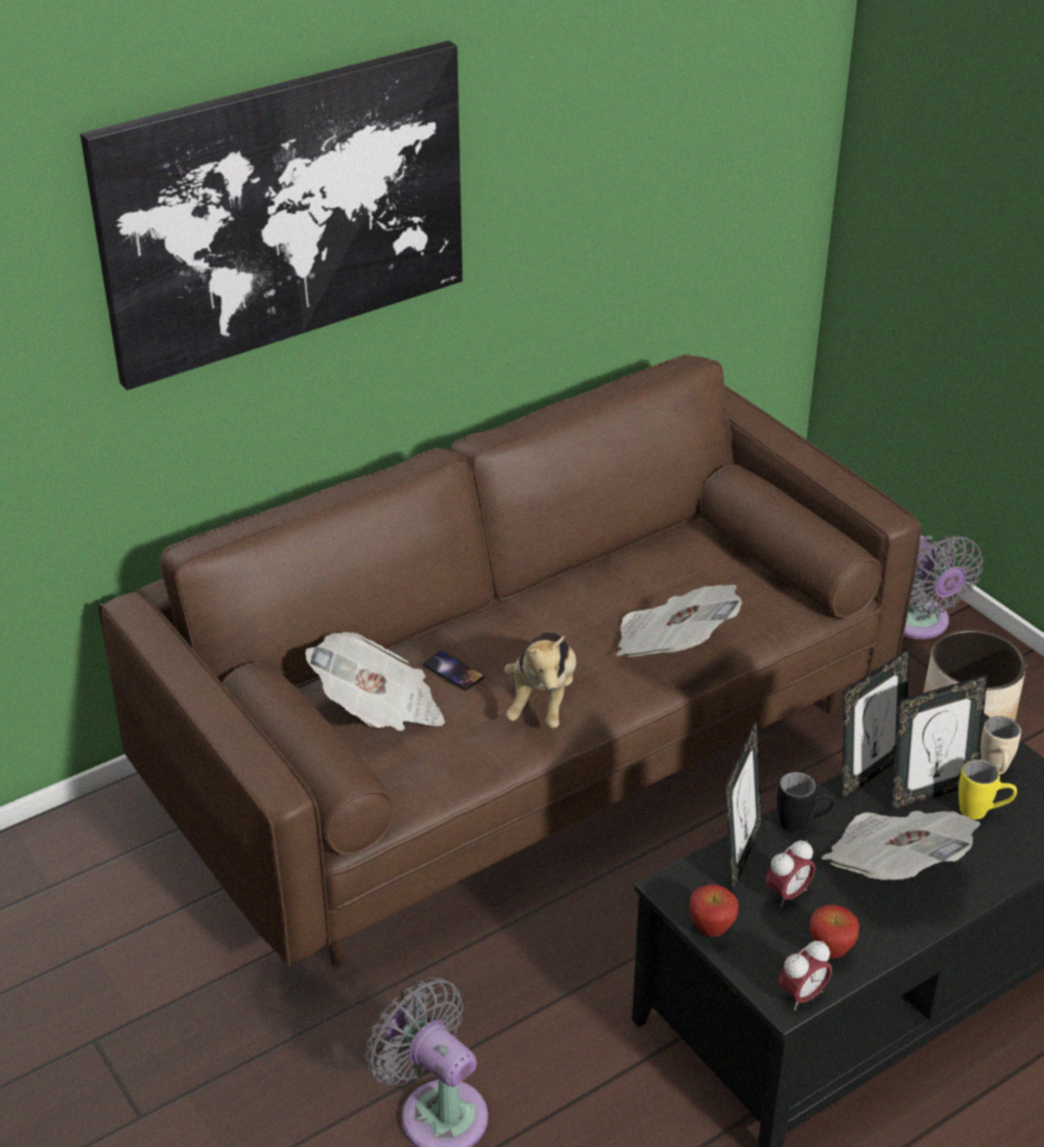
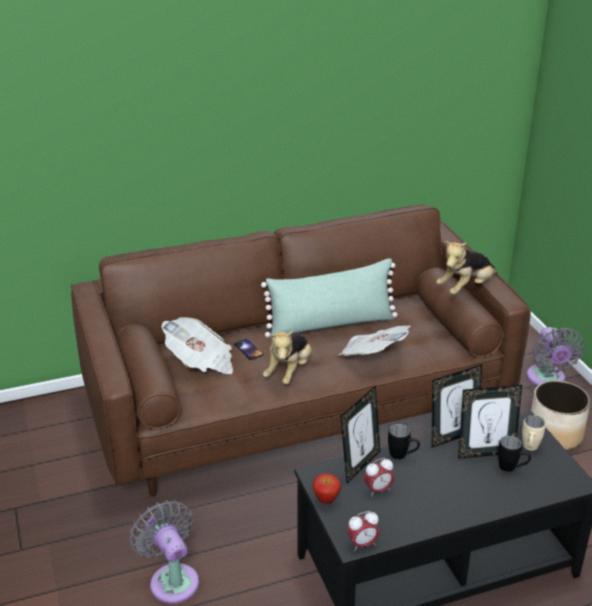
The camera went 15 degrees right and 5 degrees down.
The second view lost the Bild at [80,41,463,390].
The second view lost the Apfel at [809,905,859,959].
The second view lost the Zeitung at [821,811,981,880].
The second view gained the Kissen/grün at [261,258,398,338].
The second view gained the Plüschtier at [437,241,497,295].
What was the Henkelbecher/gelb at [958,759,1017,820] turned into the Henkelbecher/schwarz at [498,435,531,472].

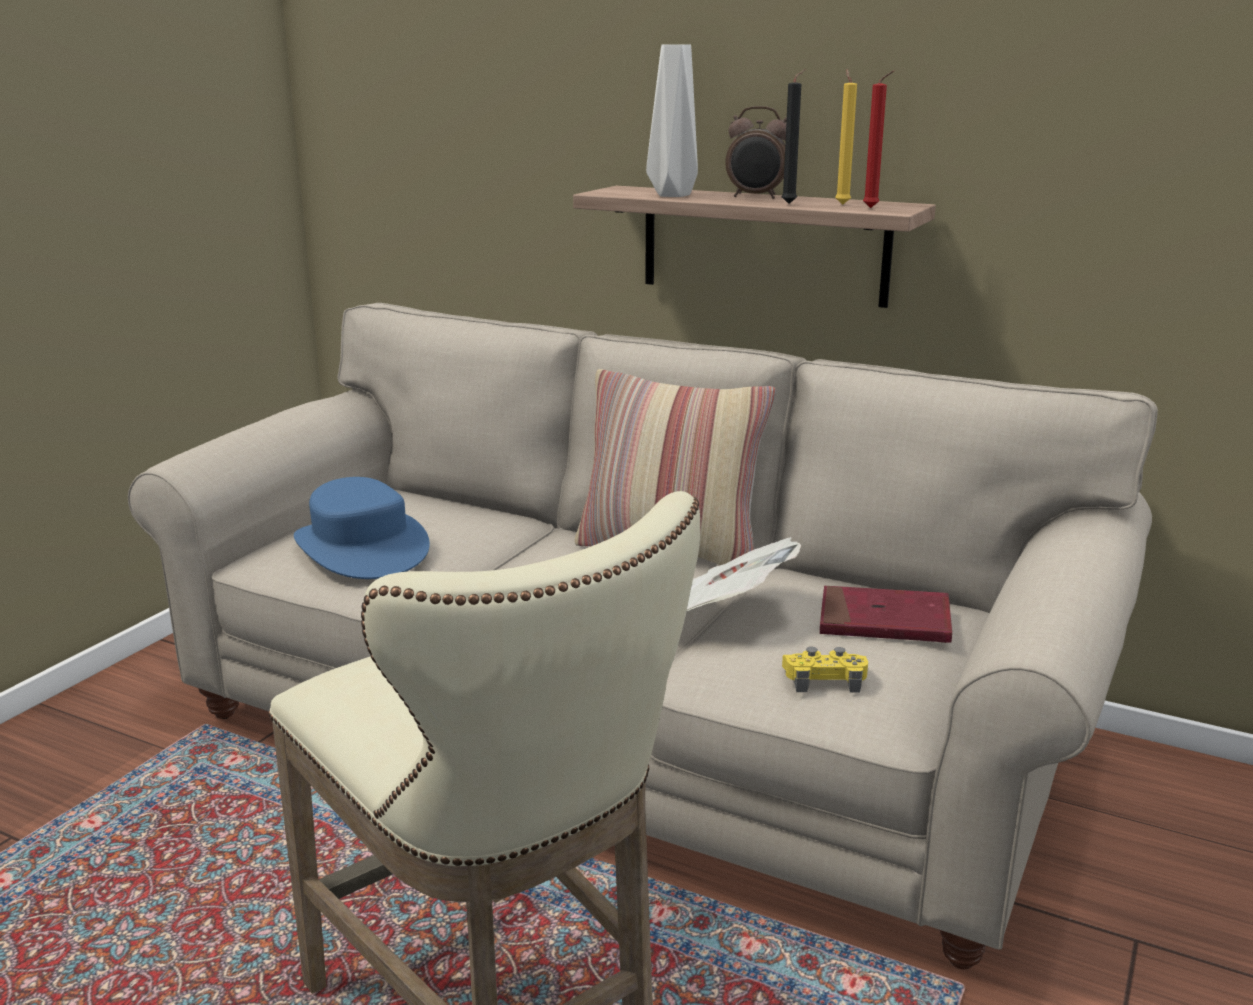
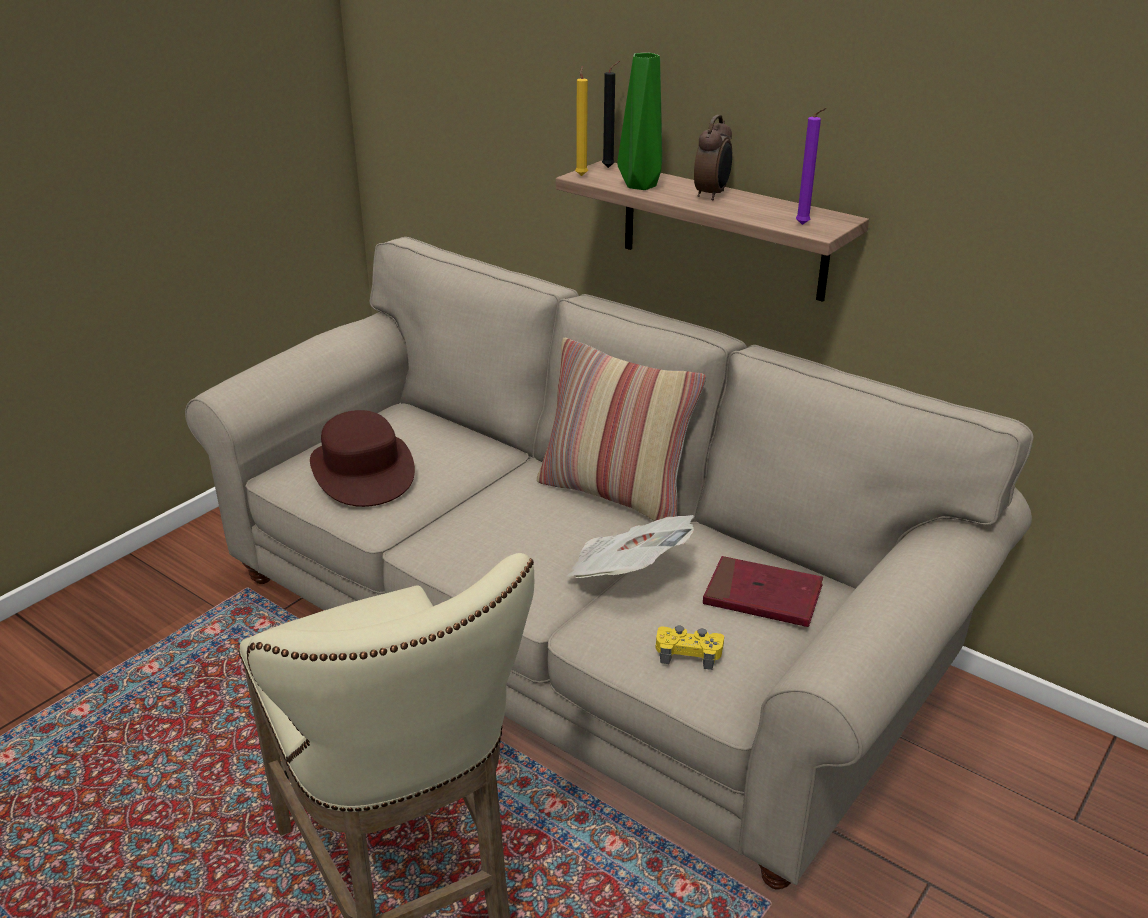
The camera went 10 degrees right and 10 degrees up.
The Kerze/schwarz ended up elsewhere, having gone from [782,69,805,204] to [602,61,620,168].
The Kerze/gelb ended up elsewhere, having gone from [835,70,857,205] to [575,66,588,176].
What was the Hut/blau at [294,477,430,579] turned into the Hut/braun at [310,410,415,507].
What was the Vase/grau at [646,45,698,197] turned into the Vase/grün at [617,53,662,190].
What was the Kerze/rot at [863,70,894,208] turned into the Kerze/lila at [796,108,827,225].
The Wecker at [725,106,787,199] ended up facing another way, 90 degrees counterclockwise from before.

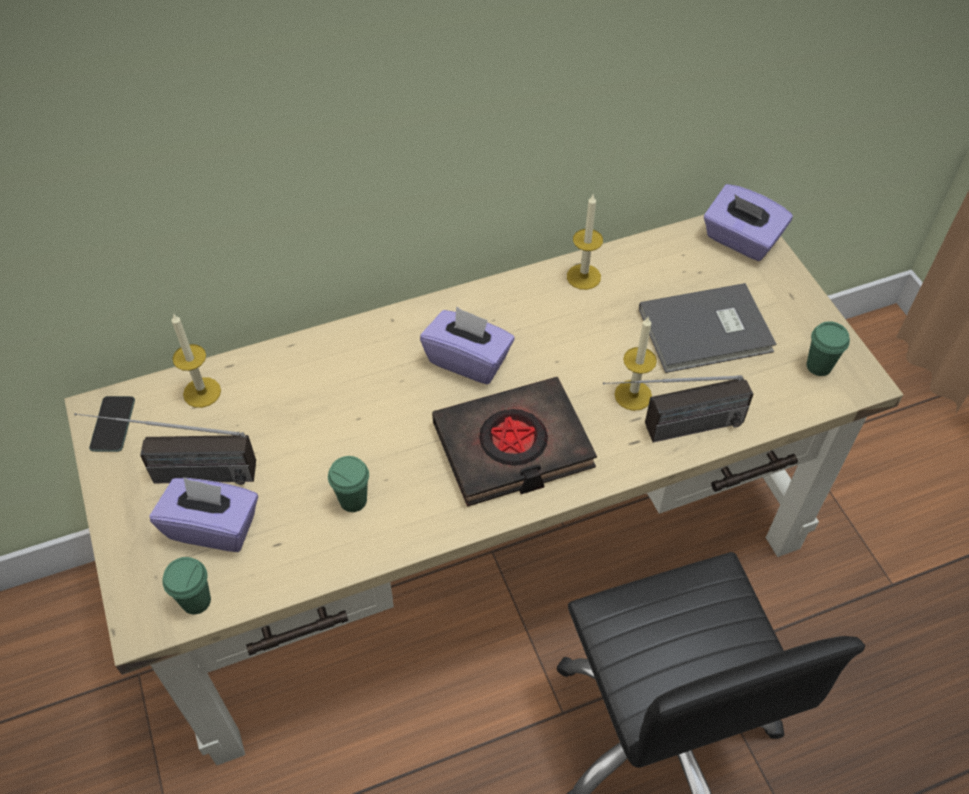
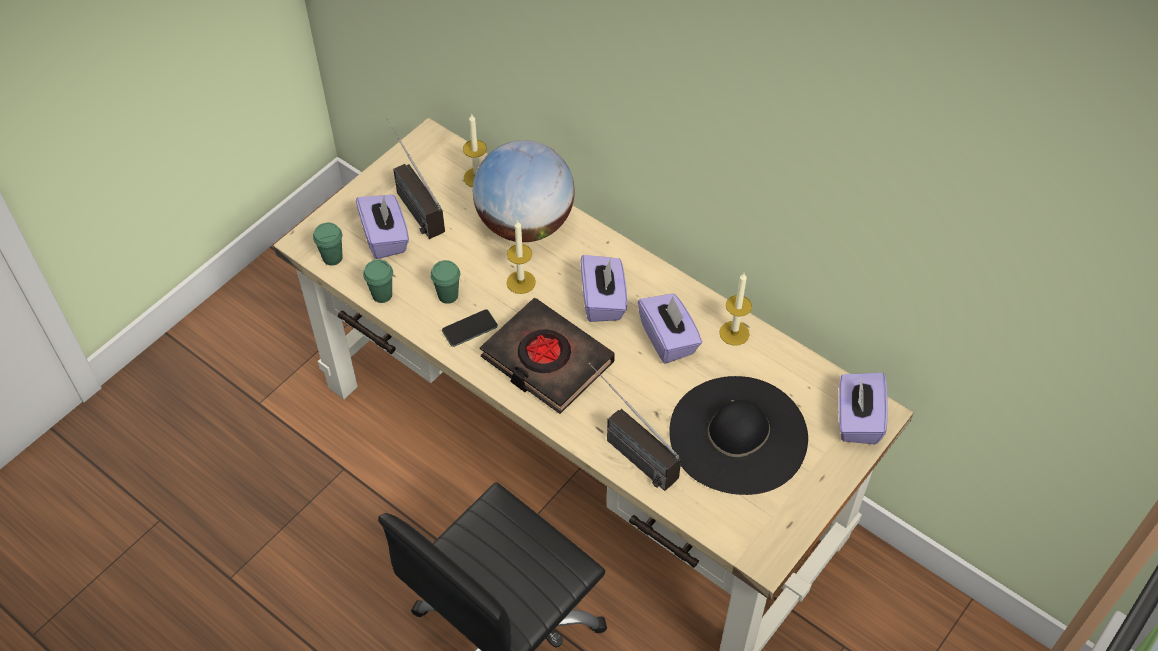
The camera went 60 degrees right and 0 degrees up.
The second view gained the Globus at [473,140,575,242].
The second view gained the Taschentuchbox/lila at [638,293,702,364].
The Handy ended up elsewhere, having gone from [89,396,135,452] to [442,309,498,347].
The Kerze ended up elsewhere, having gone from [614,316,657,411] to [506,221,536,294].
The Tasse/grün ended up elsewhere, having gone from [807,321,850,376] to [363,260,393,303].
Where the Buch/grau stood at [639,283,777,373], the Hut/schwarz came to stand at [669,376,808,495].

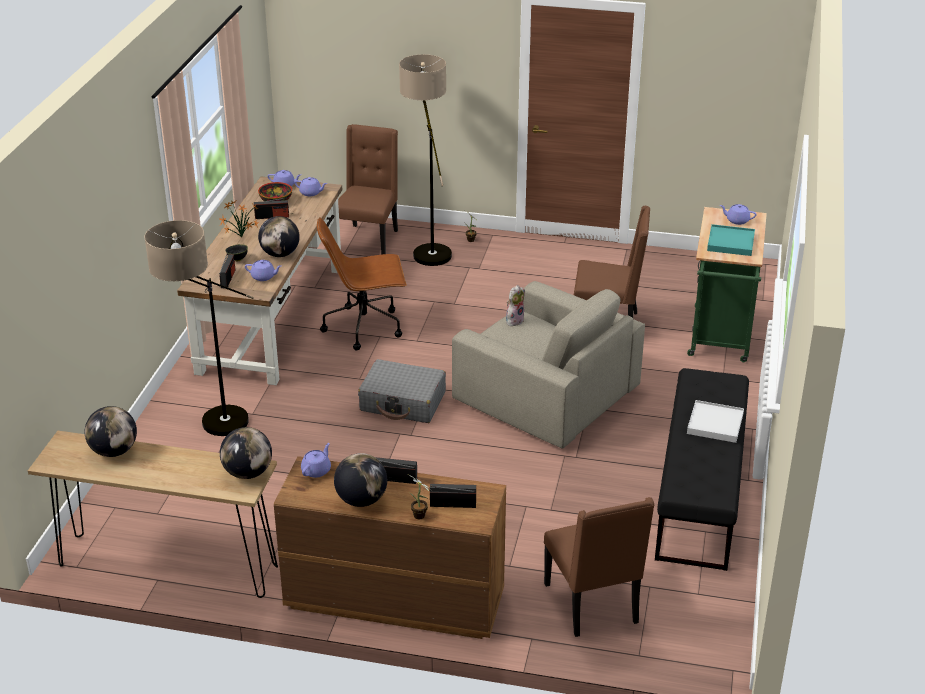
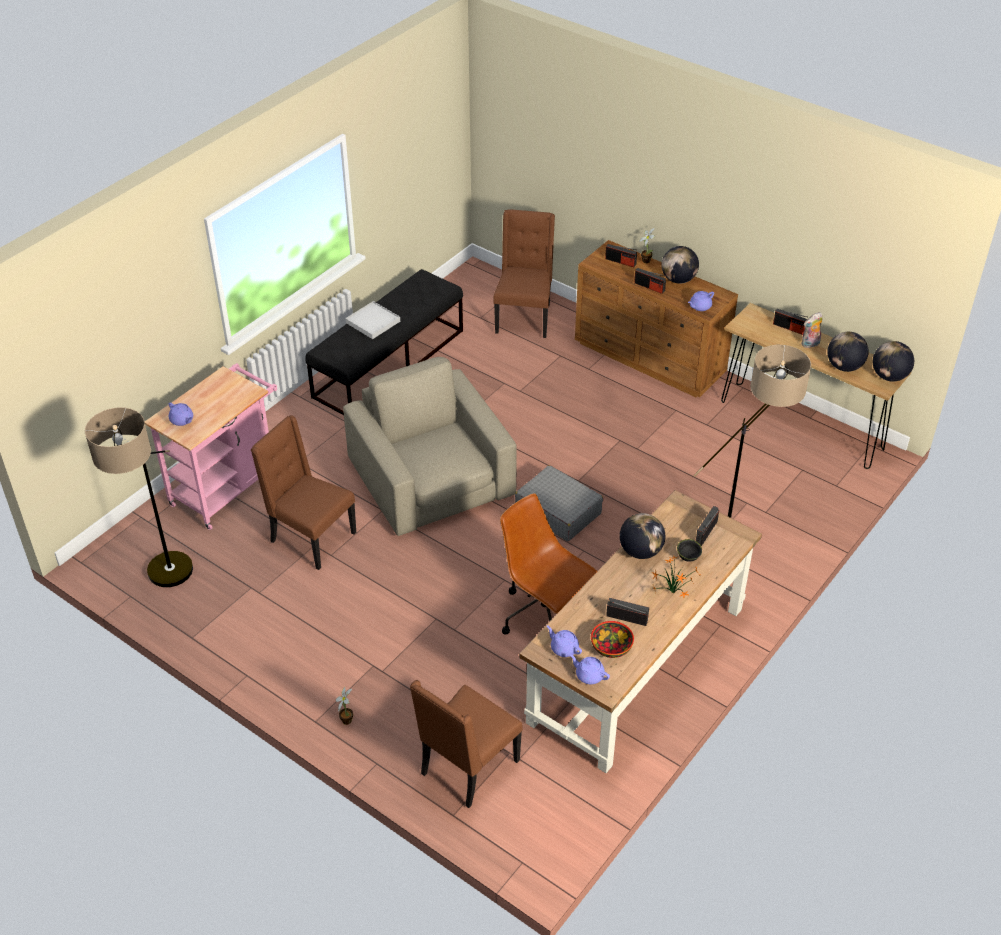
The camera went 155 degrees left and 10 degrees up.
The second view lost the Teekanne/lila at [245,260,282,281].
The second view lost the Tablett/türkis at [707,224,755,256].
The second view gained the Radio at [773,309,807,335].
The Globus ended up elsewhere, having gone from [220,427,272,479] to [873,341,914,382].
The Stehlampe ended up elsewhere, having gone from [399,54,452,266] to [85,408,193,587].
The Plüschtier ended up elsewhere, having gone from [506,285,525,326] to [802,312,823,348].
What was the Rollwagen/grün at [687,207,767,362] turned into the Rollwagen/rosa at [145,363,277,530].
The Bürostuhl/braun at [317,217,407,350] ended up facing another way, 150 degrees counterclockwise from before.

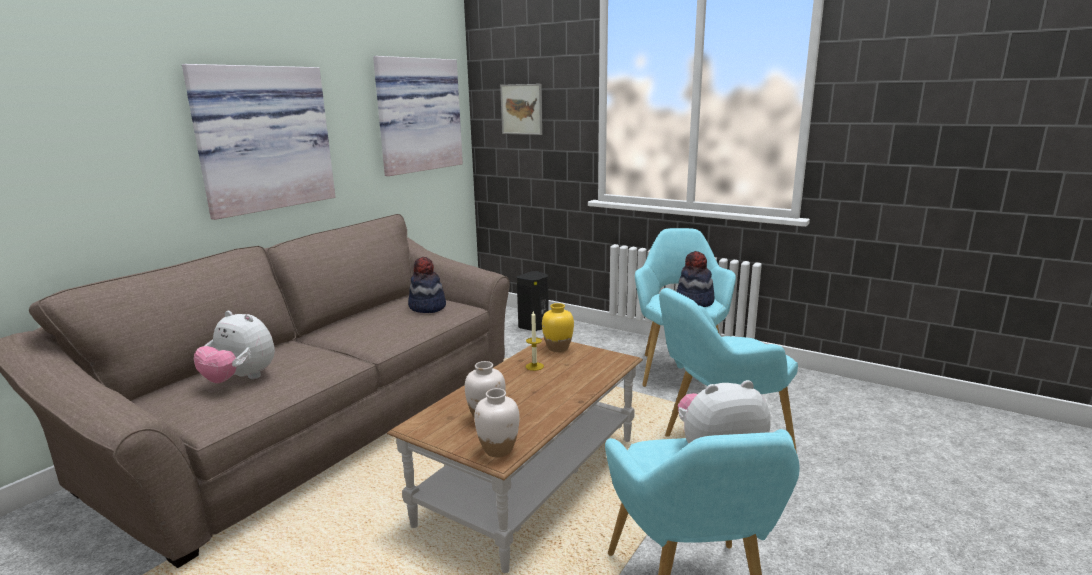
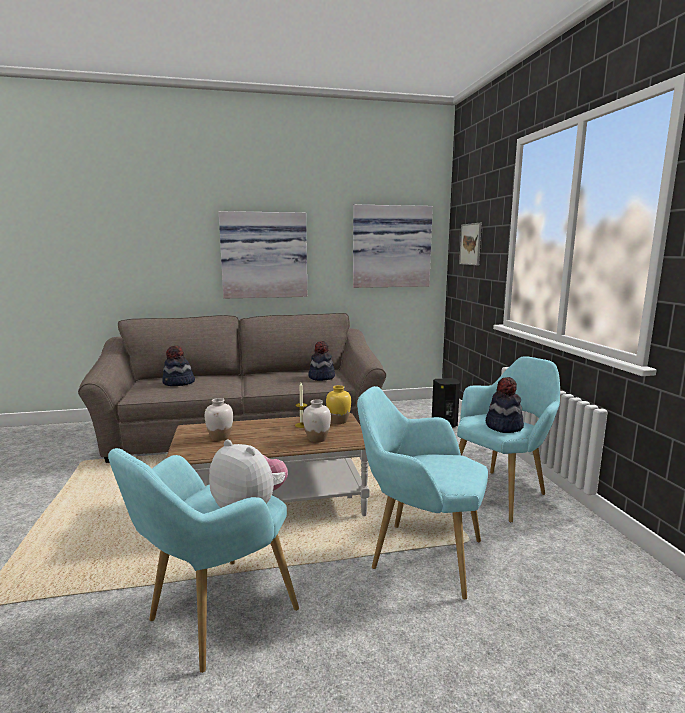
The camera went 45 degrees right and 5 degrees down.
The Vase/weiß ended up elsewhere, having gone from [474,388,520,457] to [303,399,331,442].
Where the Plüschtier stood at [194,311,275,383], the Hut came to stand at [162,346,195,386].

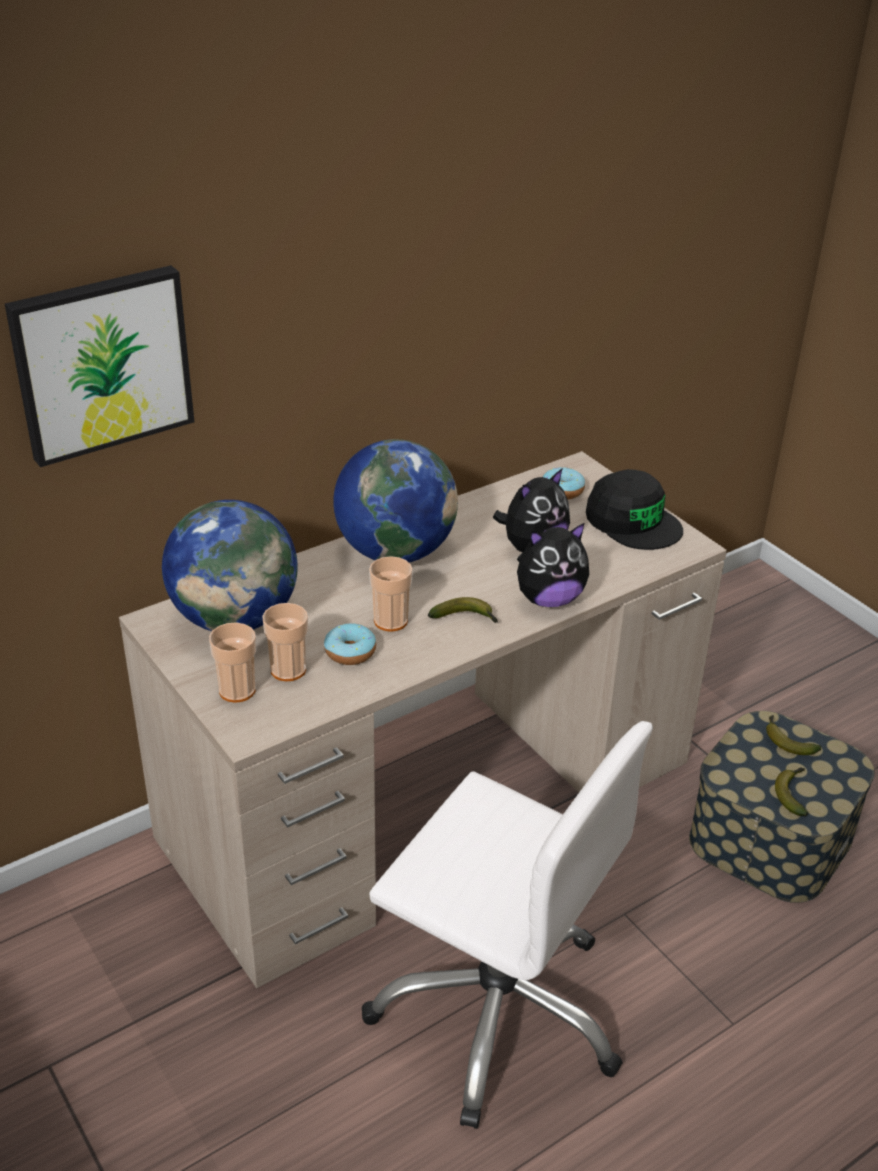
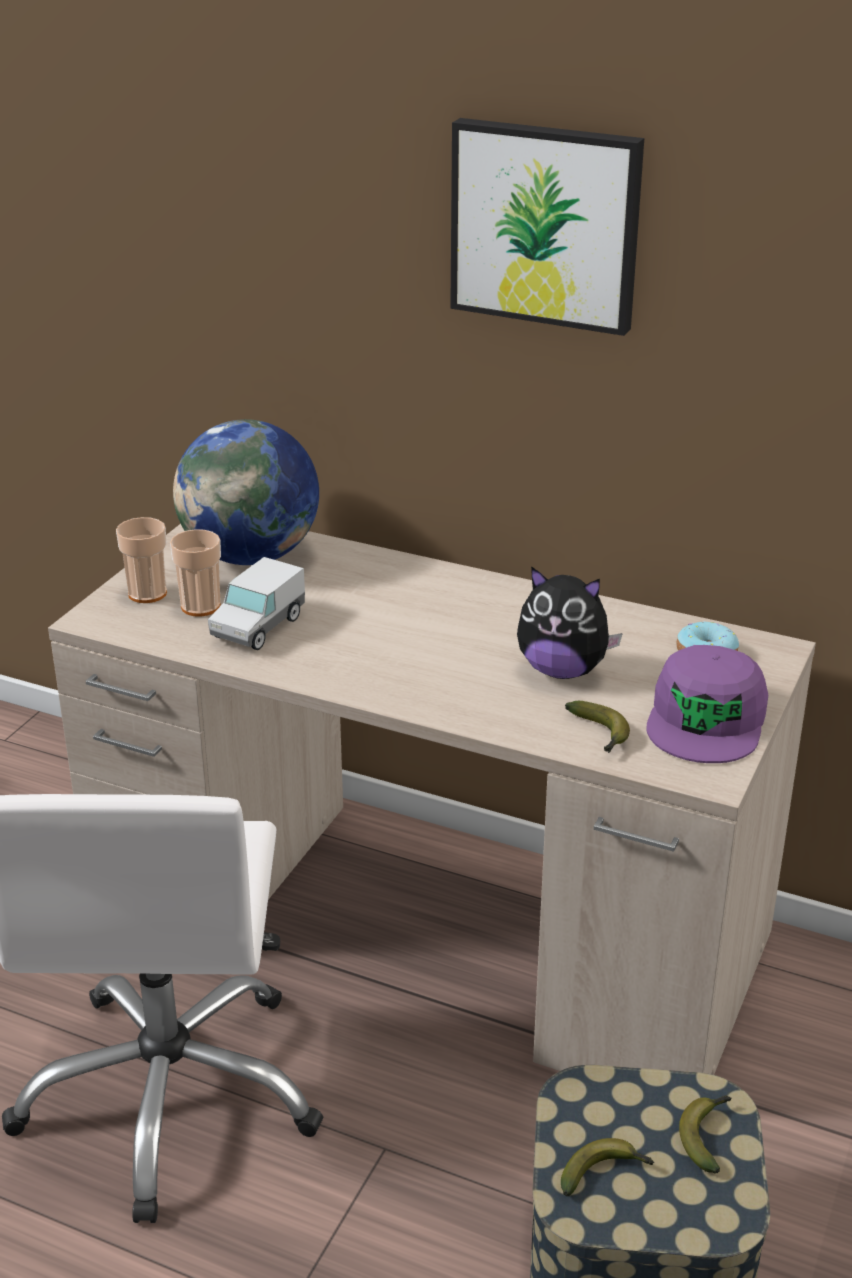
The camera went 60 degrees right and 5 degrees down.
The second view lost the Globus at [333,439,458,562].
The second view lost the Tasse at [369,556,413,632].
The second view lost the Plüschtier at [517,523,589,607].
The Bild ended up elsewhere, having gone from [5,265,194,467] to [450,118,644,336].
The Banane ended up elsewhere, having gone from [428,597,498,623] to [565,701,630,753].
Where the Donut stood at [324,623,376,665], the Spielzeuglaster came to stand at [208,557,305,650].
What was the Kappe/schwarz at [586,469,683,550] turned into the Kappe/lila at [646,645,768,763].

